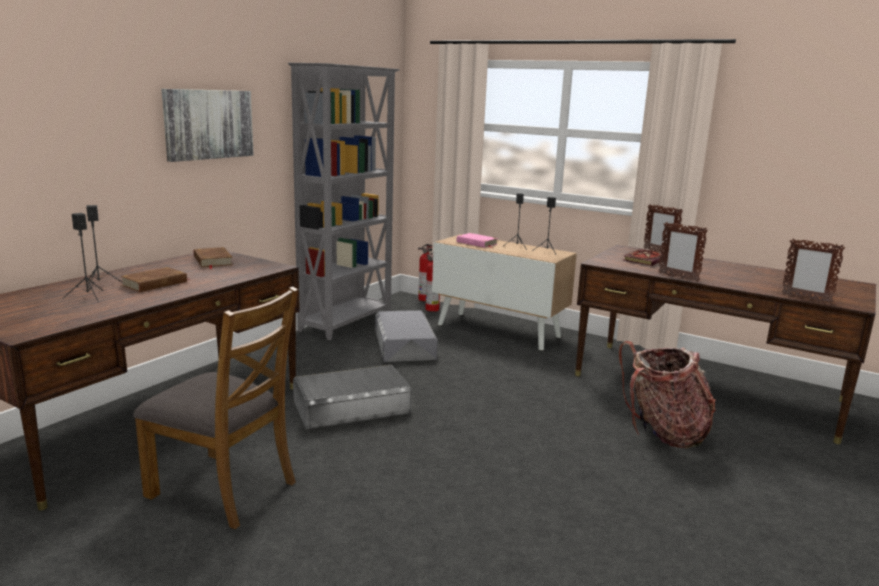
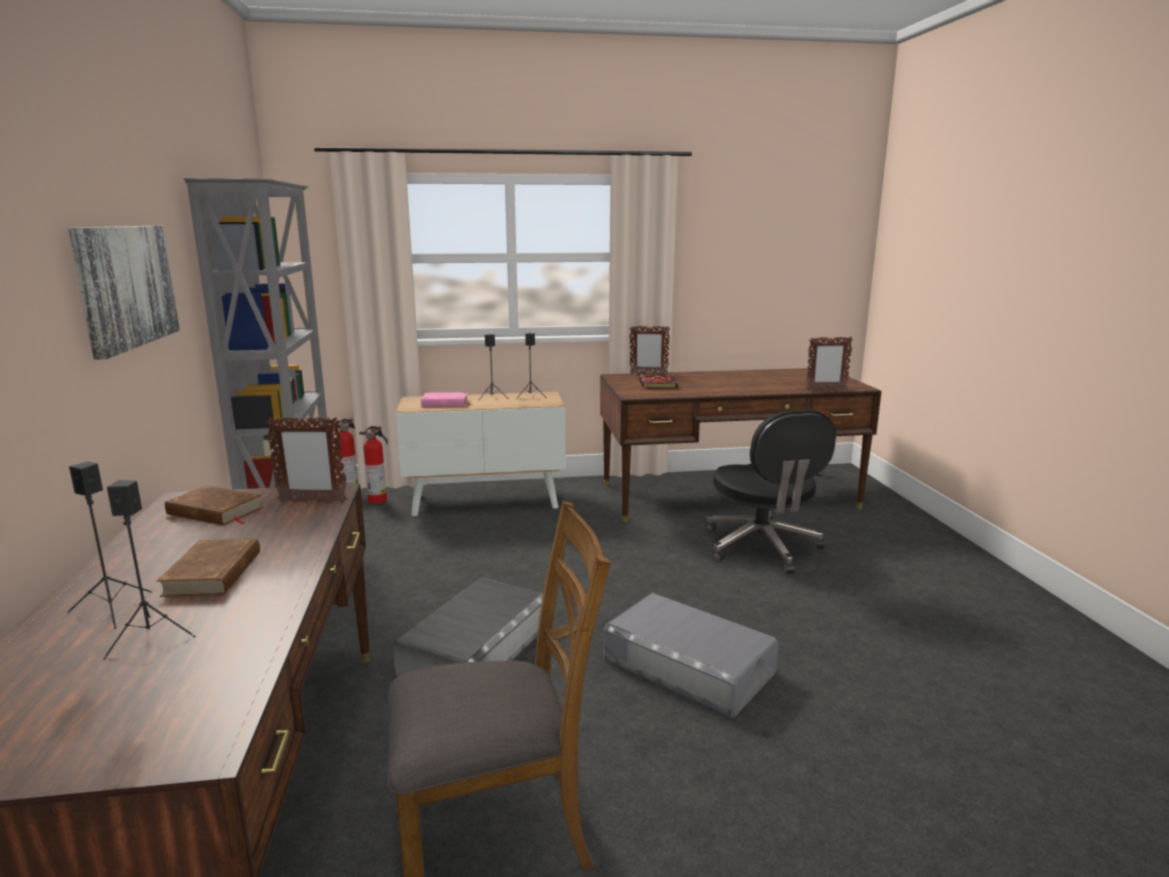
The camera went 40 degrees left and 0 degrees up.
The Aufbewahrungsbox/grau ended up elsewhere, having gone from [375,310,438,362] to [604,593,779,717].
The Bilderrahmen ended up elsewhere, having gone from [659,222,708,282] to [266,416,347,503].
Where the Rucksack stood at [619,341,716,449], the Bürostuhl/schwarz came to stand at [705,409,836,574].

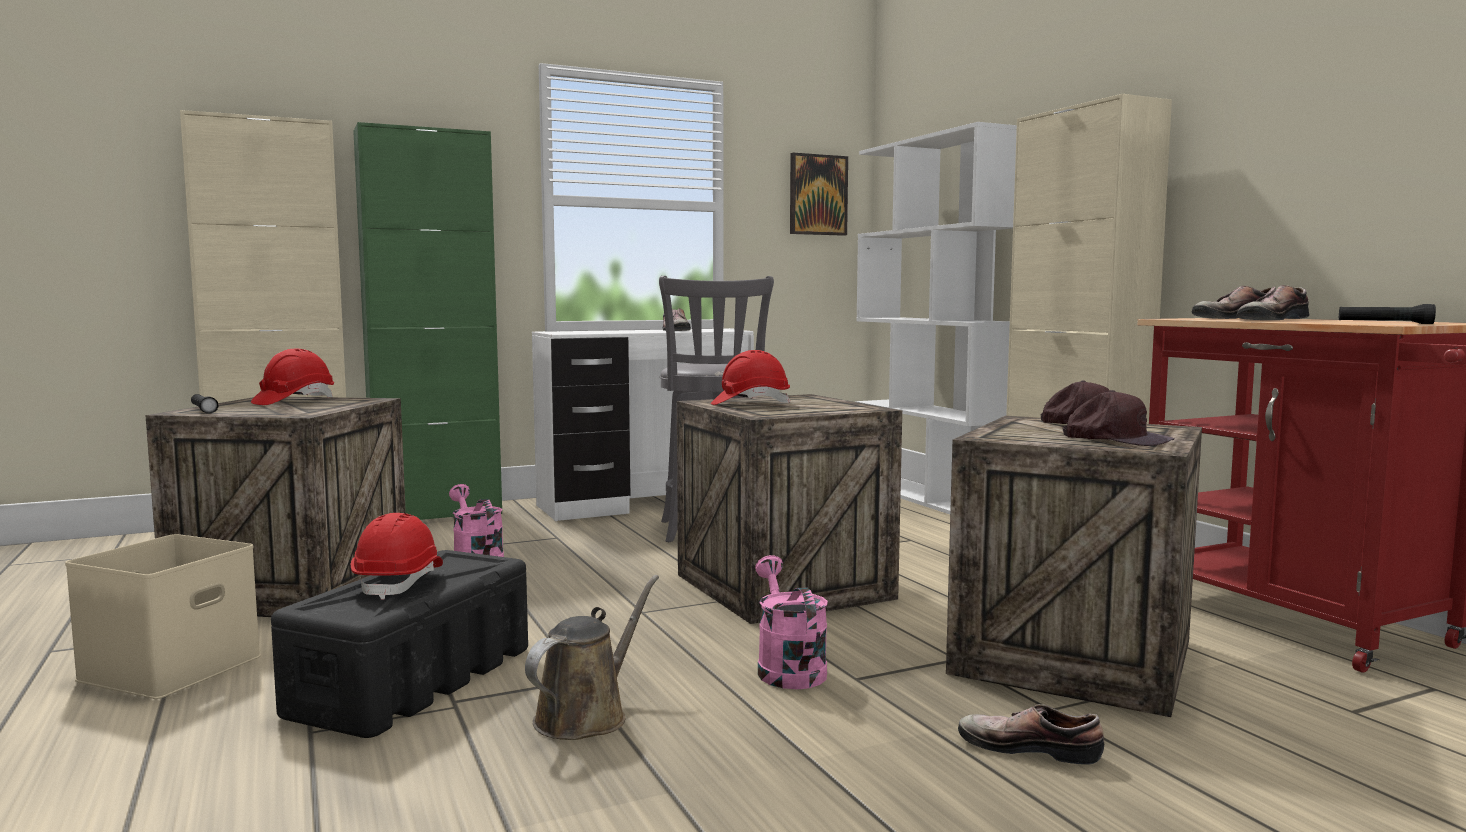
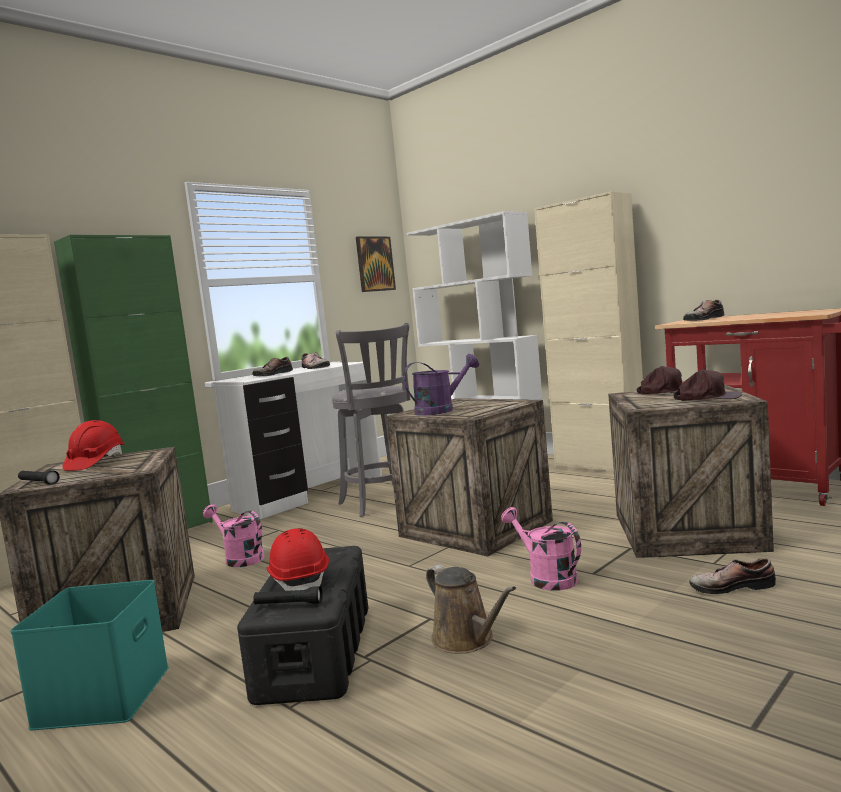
The camera went 20 degrees left and 0 degrees up.
The Schuh ended up elsewhere, having gone from [1236,285,1309,320] to [252,357,293,376].
The Taschenlampe/schwarz ended up elsewhere, having gone from [1339,304,1436,324] to [253,586,323,604].
Where the Schutzhelm/rot stood at [711,350,790,405], the Gießkanne/lila came to stand at [403,354,479,416].
What was the Aufbewahrungsbox/beige at [65,534,261,699] turned into the Aufbewahrungsbox/türkis at [10,580,169,730].
The Gießkanne/braun at [525,575,659,740] ended up facing another way, 135 degrees clockwise from before.

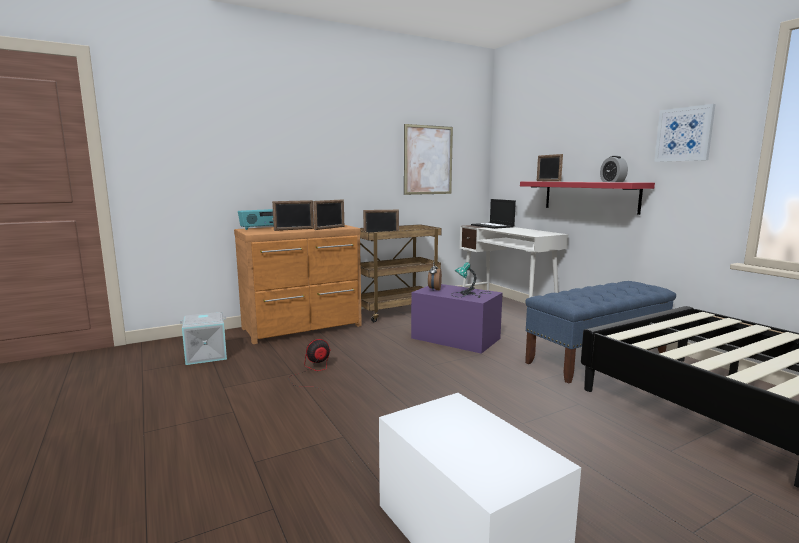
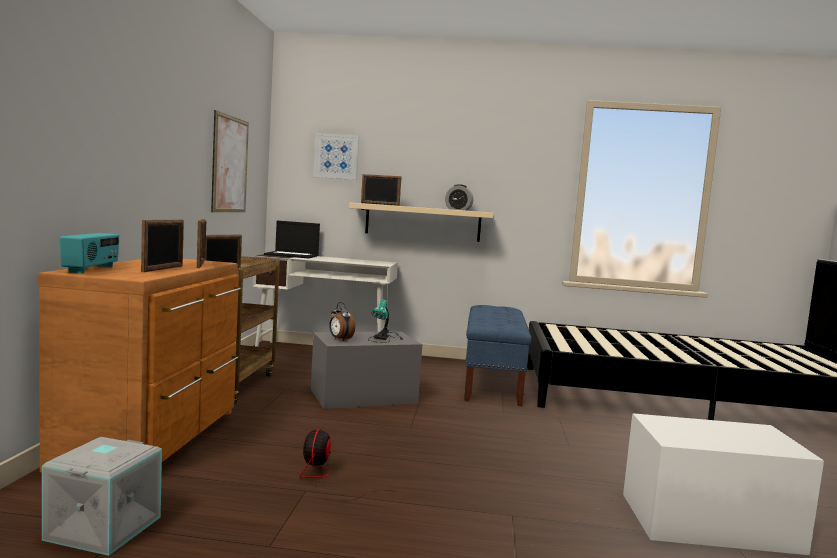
The camera went 55 degrees left and 5 degrees down.
The Bild ended up elsewhere, having gone from [654,104,716,162] to [313,133,359,180].
What was the Aufbewahrungsbox/lila at [411,284,503,354] turned into the Aufbewahrungsbox/grau at [311,331,422,409].
What was the Wandregal/rot at [520,181,655,215] turned into the Wandregal/beige at [349,203,494,242].

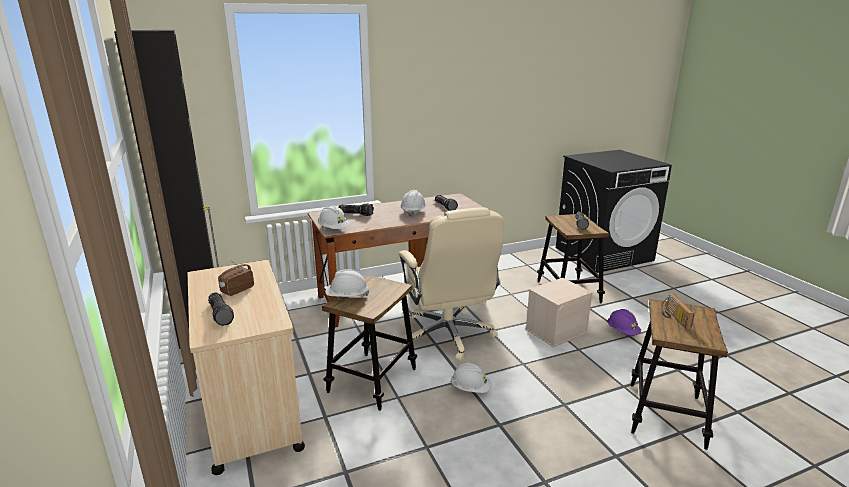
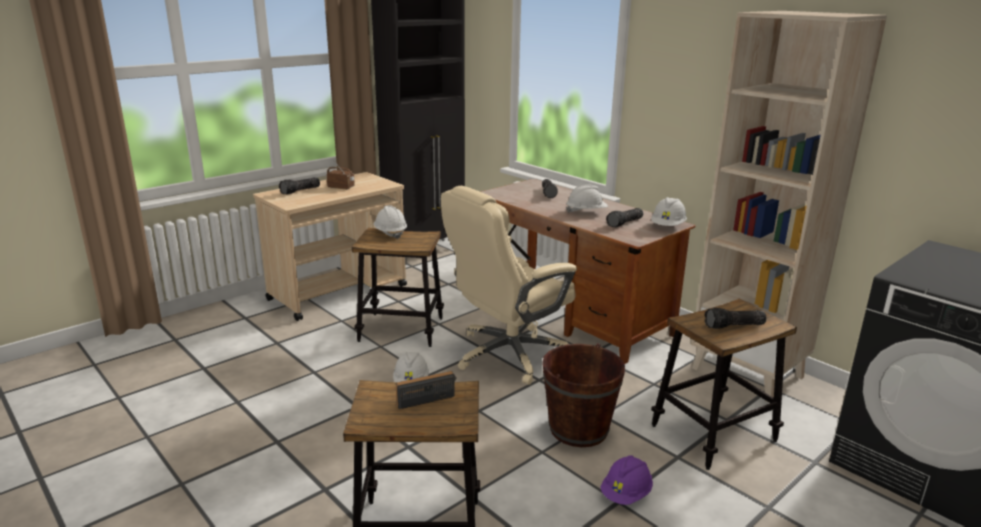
The camera went 70 degrees right and 0 degrees up.
The second view gained the Bücherregal/beige at [691,11,887,403].
The Schutzhelm/weiß ended up elsewhere, having gone from [318,205,350,229] to [651,197,687,226].
Where the Aufbewahrungsbox/beige stood at [526,278,593,347], the Eimer/braun came to stand at [542,343,625,447].

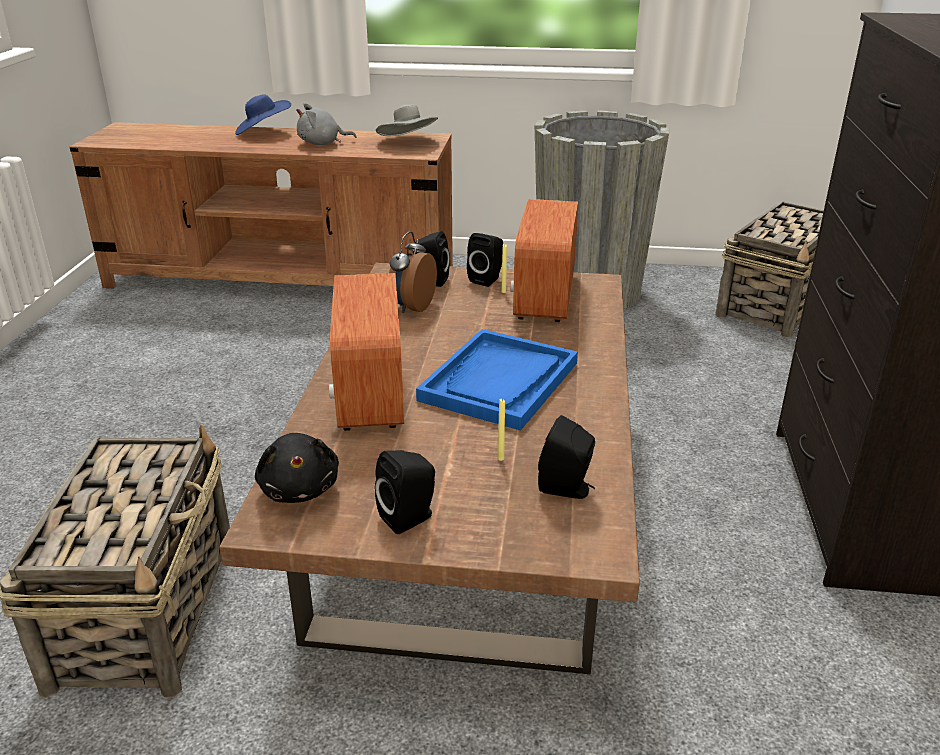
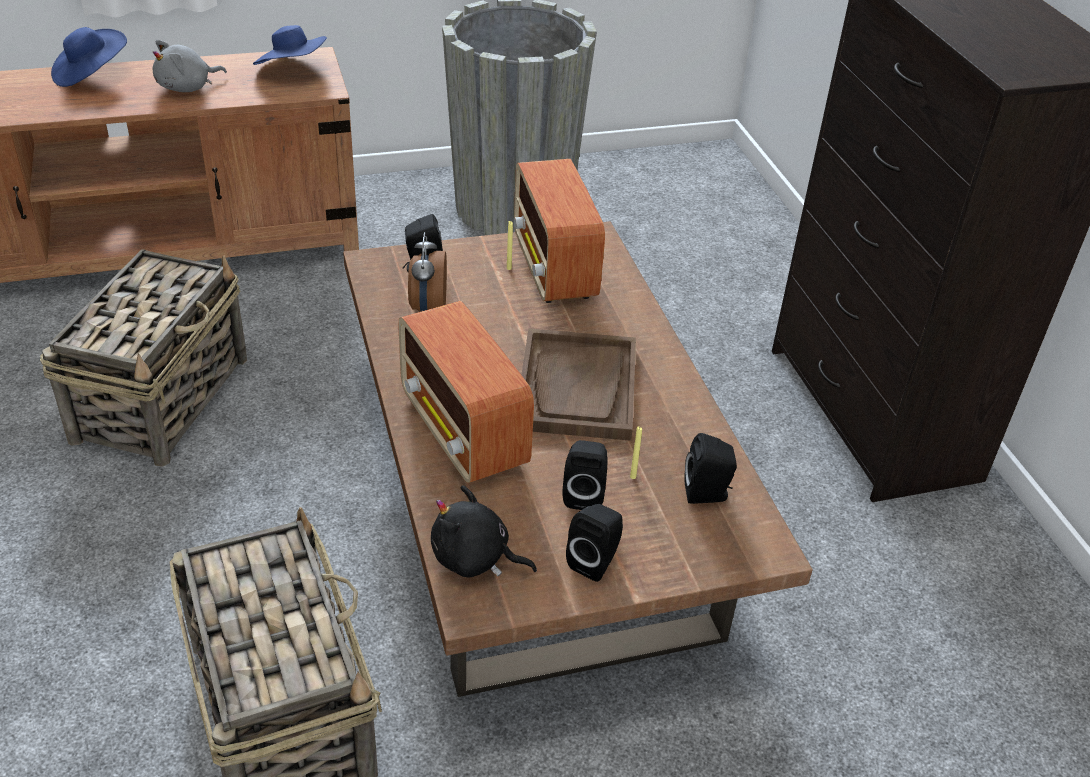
The camera went 25 degrees left and 10 degrees up.
The Lautsprecher/schwarz ended up elsewhere, having gone from [467,233,503,287] to [562,440,607,510].
The Korb ended up elsewhere, having gone from [715,201,824,338] to [40,249,247,467].
What was the Hut/grau at [376,105,438,136] turned into the Hut/blau at [253,25,327,65].
What was the Tablett/blau at [416,329,578,430] turned into the Tablett/braun at [521,328,636,441].
The Plüschtier/schwarz at [255,433,339,503] ended up facing another way, 150 degrees clockwise from before.

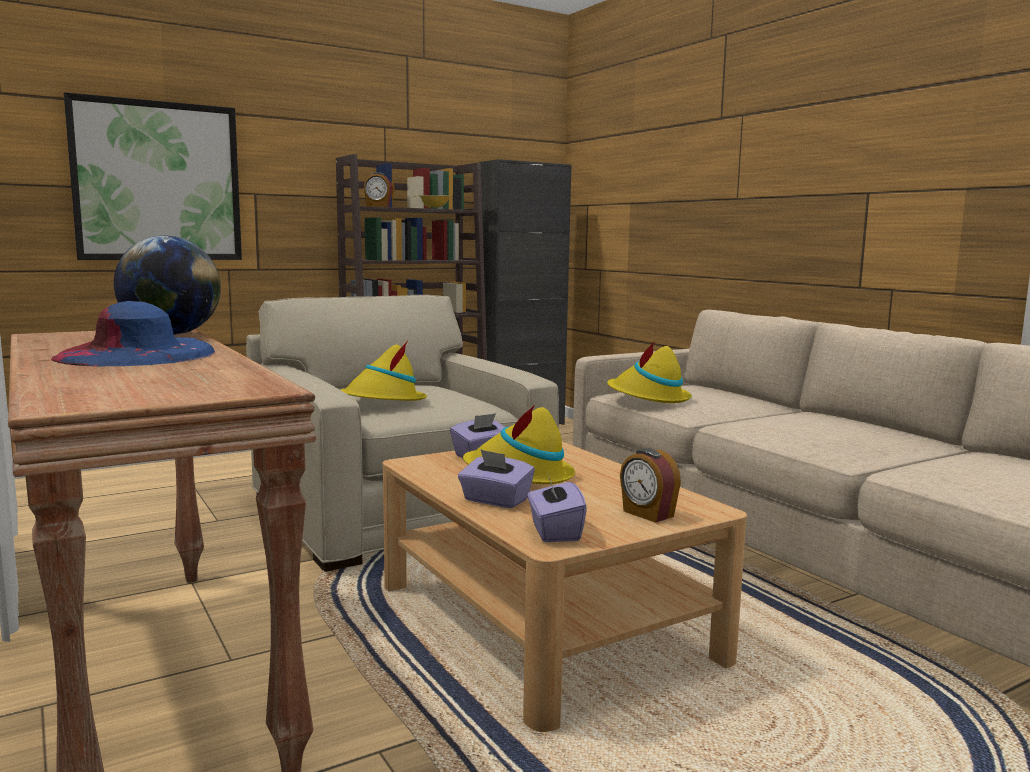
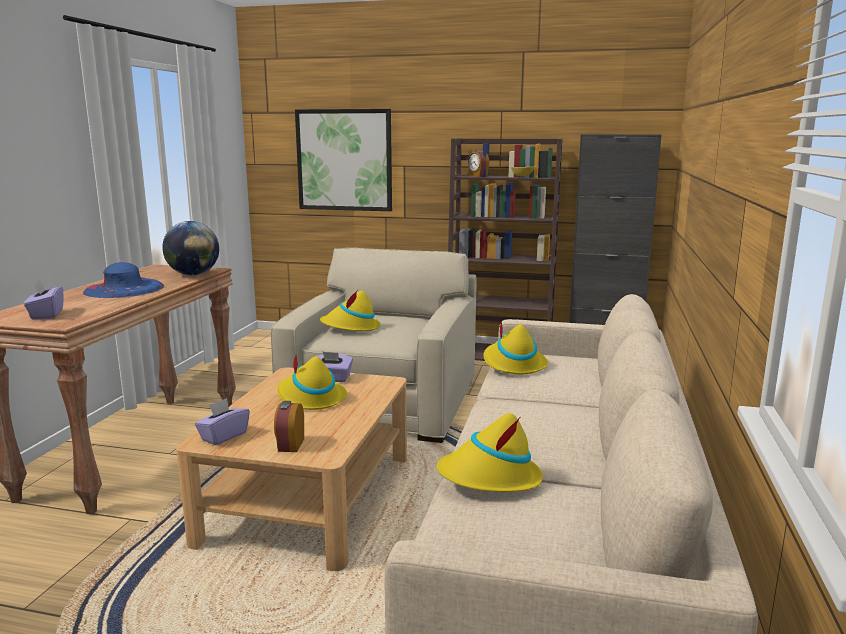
The camera went 45 degrees right and 5 degrees up.
The second view gained the Hut/gelb at [437,413,543,492].
The Taschentuchbox/lila ended up elsewhere, having gone from [458,449,535,508] to [24,280,63,319].

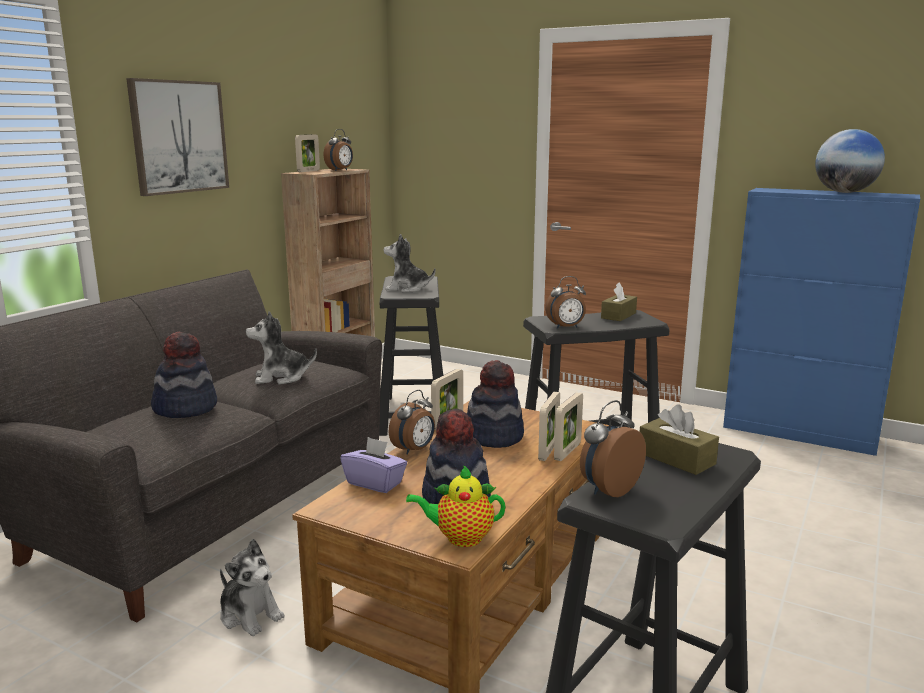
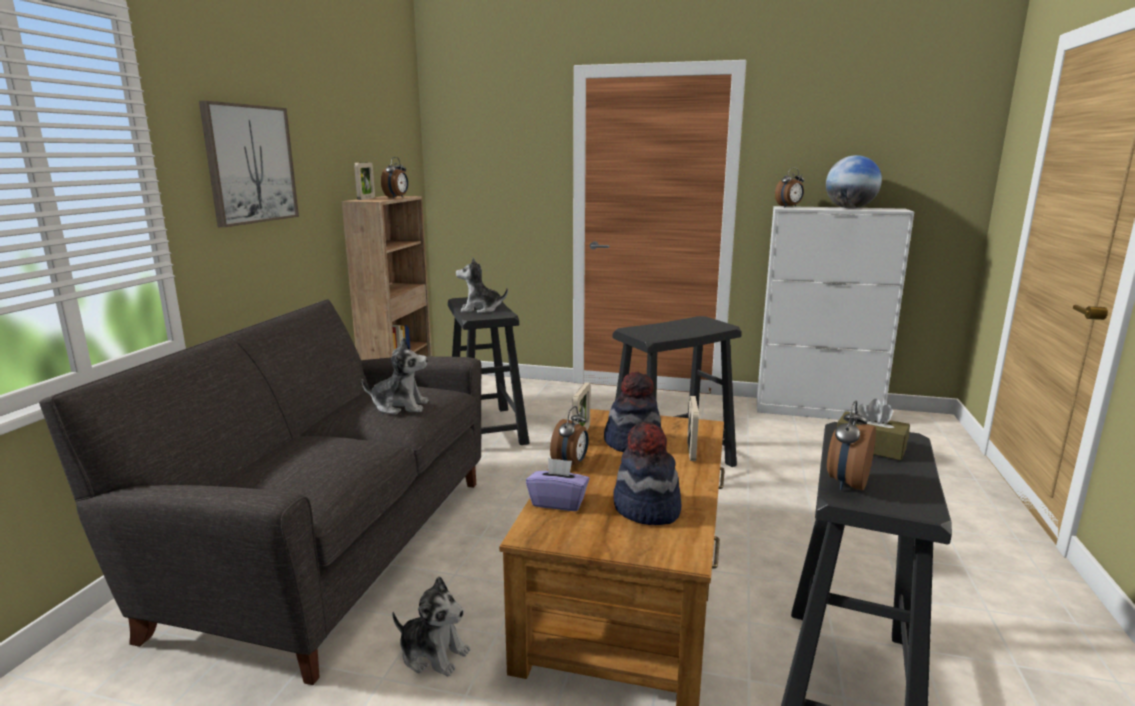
The camera went 15 degrees left and 0 degrees up.
The second view lost the Hut at [151,332,217,418].
The second view lost the Teekanne at [406,465,505,547].
The second view lost the Bilderrahmen at [554,392,583,461].
The second view lost the Taschentuchbox/braun at [601,282,637,321].
The Wecker ended up elsewhere, having gone from [545,276,586,329] to [775,167,804,207].
What was the Schrank/blau at [723,188,920,456] turned into the Schrank/weiß at [757,206,914,420].
The Plüschtier at [246,311,317,385] ended up facing another way, 150 degrees counterclockwise from before.

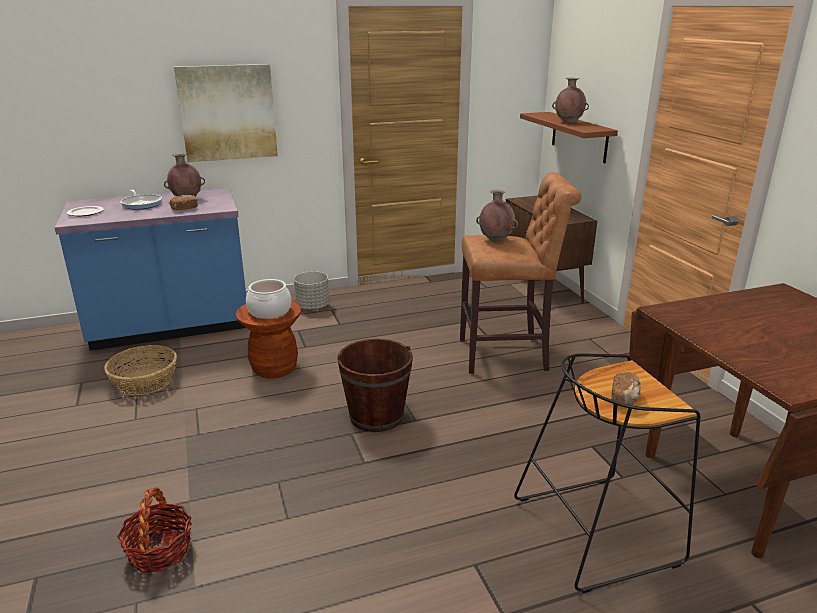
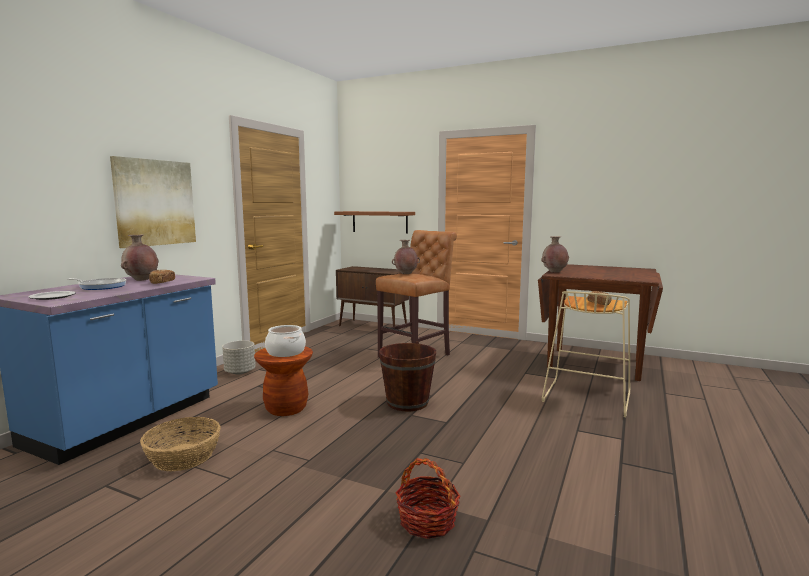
The camera went 45 degrees left and 15 degrees down.
The Vase/braun ended up elsewhere, having gone from [552,78,589,123] to [541,236,569,273].
What was the Hocker/schwarz at [514,353,700,593] turned into the Hocker/beige at [542,291,630,417].

